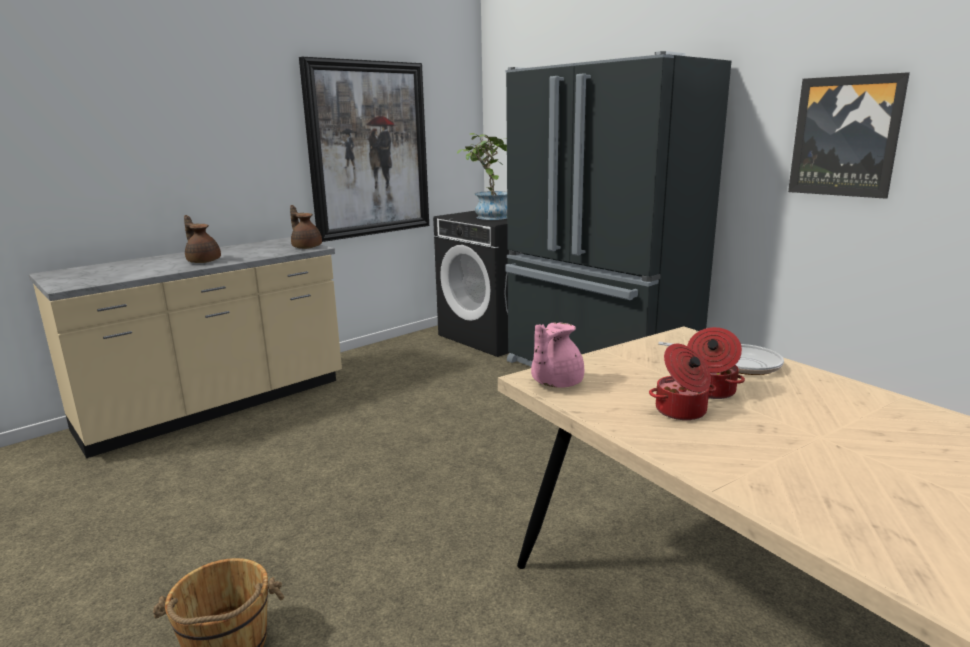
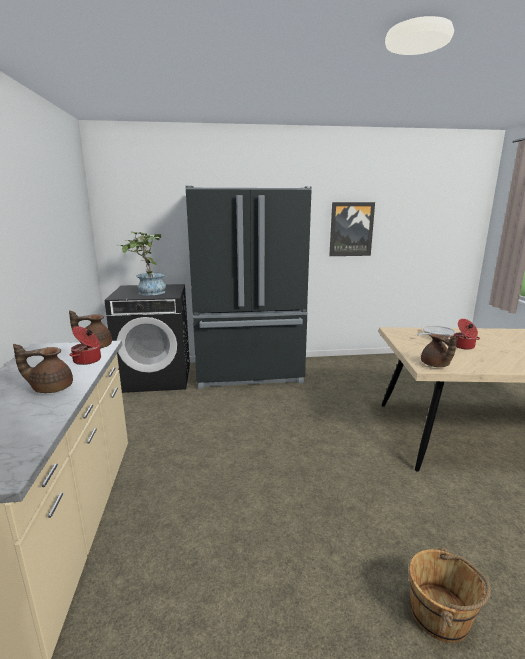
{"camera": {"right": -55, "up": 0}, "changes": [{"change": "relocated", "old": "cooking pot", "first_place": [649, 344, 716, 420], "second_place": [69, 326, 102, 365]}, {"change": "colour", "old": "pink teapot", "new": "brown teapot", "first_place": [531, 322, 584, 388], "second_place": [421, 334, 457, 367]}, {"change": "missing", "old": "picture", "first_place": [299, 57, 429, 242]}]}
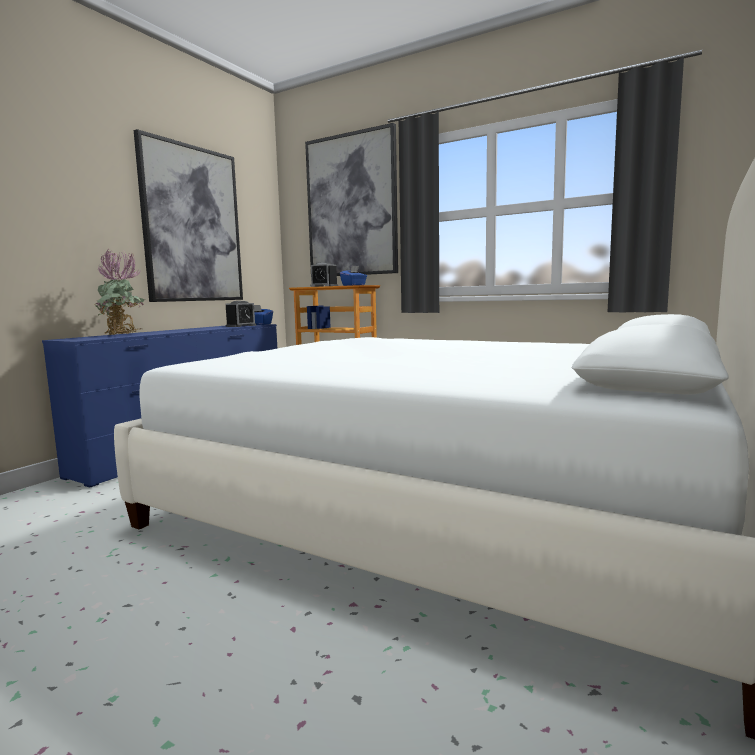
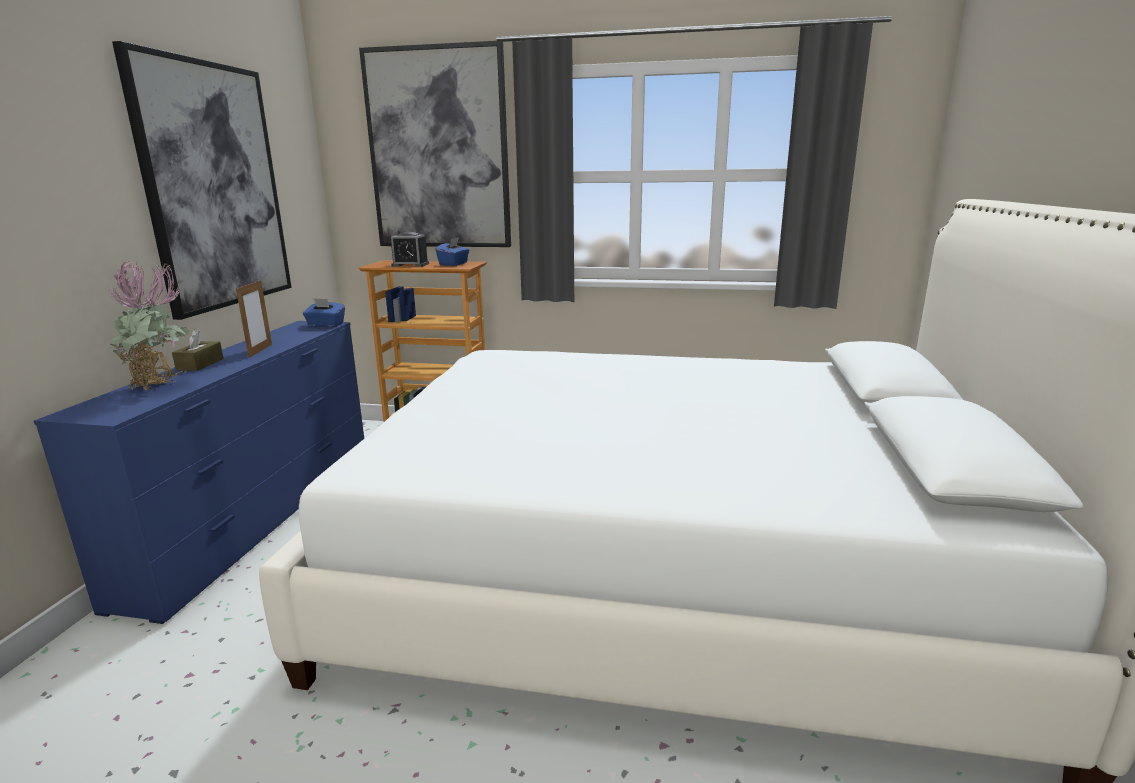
{"camera": {"right": -20, "up": 10}, "changes": [{"change": "appeared", "new": "brown tissue box", "second_place": [172, 329, 224, 371]}, {"change": "appeared", "new": "picture frame", "second_place": [236, 280, 272, 358]}, {"change": "missing", "old": "alarm clock", "first_place": [226, 301, 256, 327]}]}
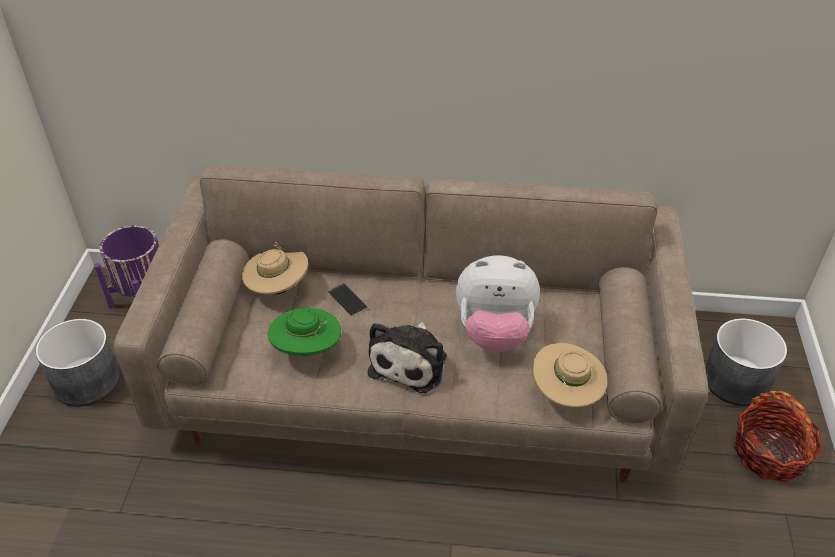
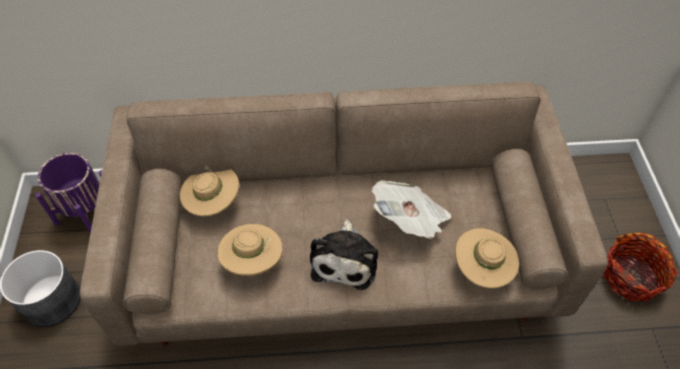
{"camera": {"right": -10, "up": 10}, "changes": [{"change": "colour", "old": "green hat", "new": "beige hat", "first_place": [268, 307, 341, 356], "second_place": [217, 224, 283, 276]}, {"change": "exchanged", "old": "plush toy", "new": "newspaper", "first_place": [456, 255, 540, 352], "second_place": [372, 180, 451, 239]}, {"change": "missing", "old": "phone", "first_place": [328, 283, 367, 316]}, {"change": "missing", "old": "grey planter", "first_place": [705, 318, 787, 406]}]}
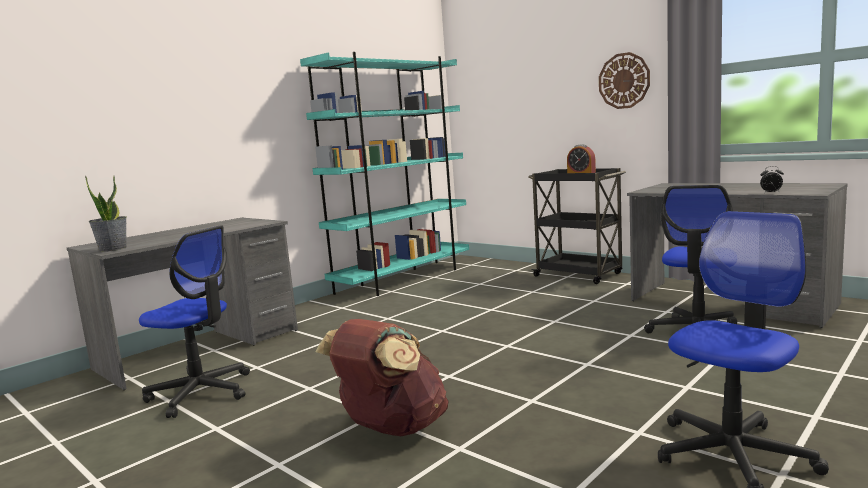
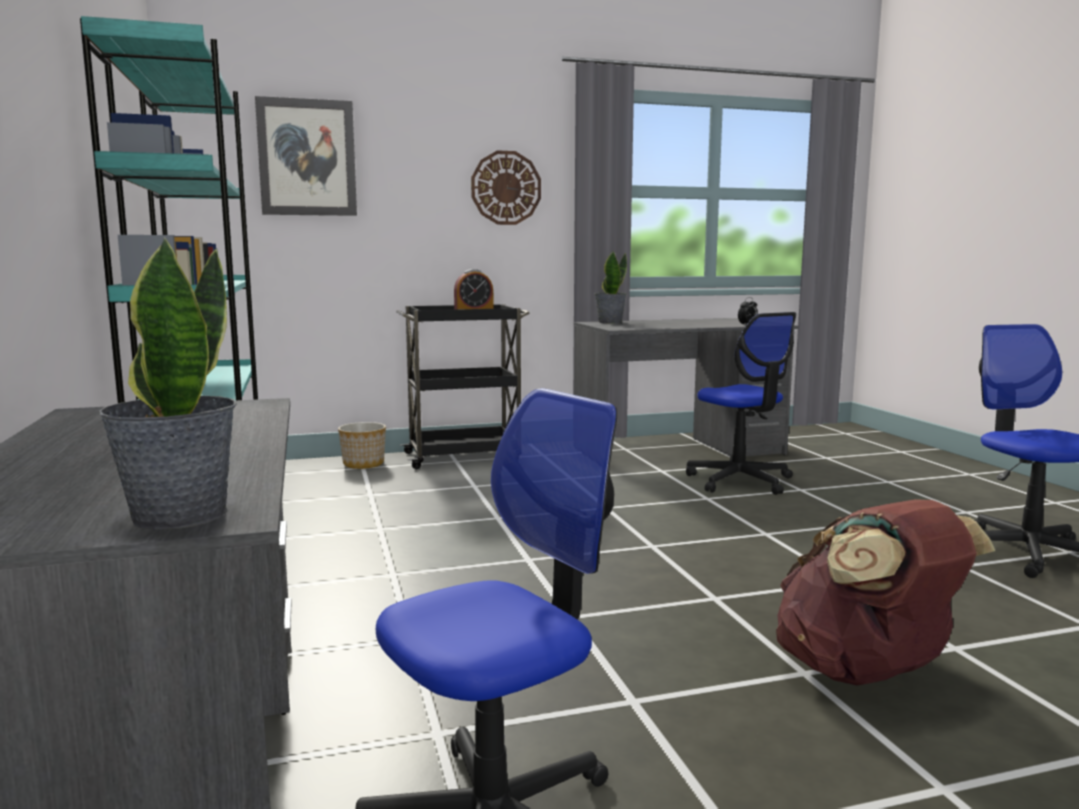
{"camera": {"right": -60, "up": 0}, "changes": [{"change": "appeared", "new": "picture", "second_place": [255, 96, 357, 216]}, {"change": "appeared", "new": "planter", "second_place": [338, 422, 386, 469]}, {"change": "appeared", "new": "potted plant", "second_place": [594, 251, 627, 324]}]}
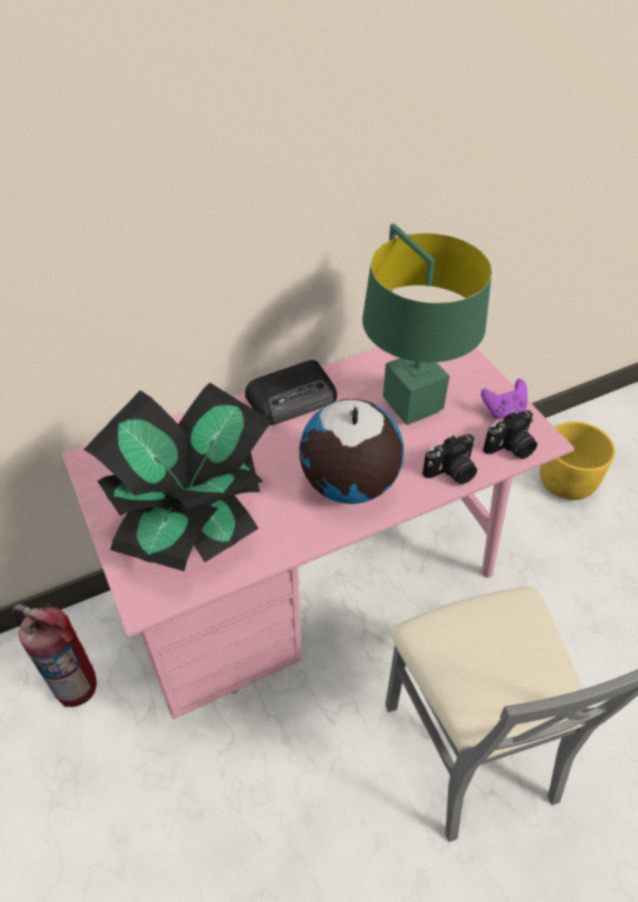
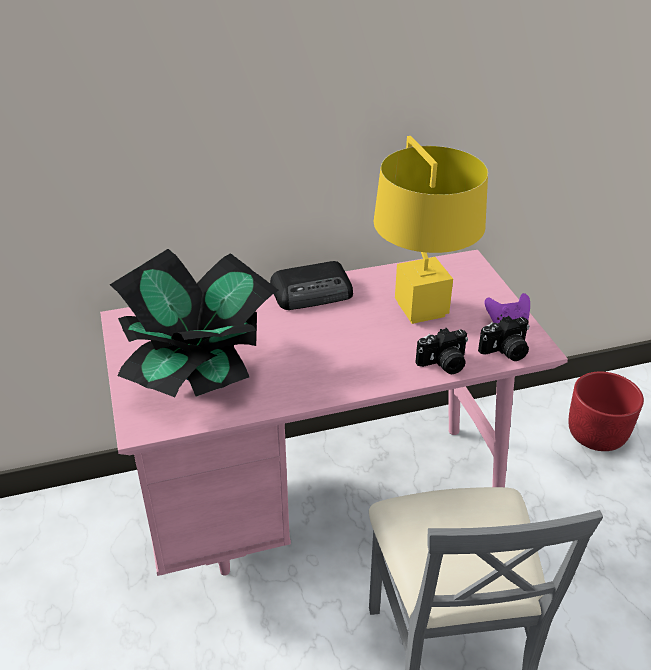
{"camera": {"right": 10, "up": -10}, "changes": [{"change": "colour", "old": "green table lamp", "new": "yellow table lamp", "first_place": [362, 223, 492, 425], "second_place": [374, 136, 488, 324]}, {"change": "colour", "old": "yellow planter", "new": "red planter", "first_place": [539, 421, 615, 500], "second_place": [568, 372, 644, 451]}, {"change": "missing", "old": "fire extinguisher", "first_place": [12, 604, 97, 707]}, {"change": "missing", "old": "globe", "first_place": [299, 399, 404, 504]}]}
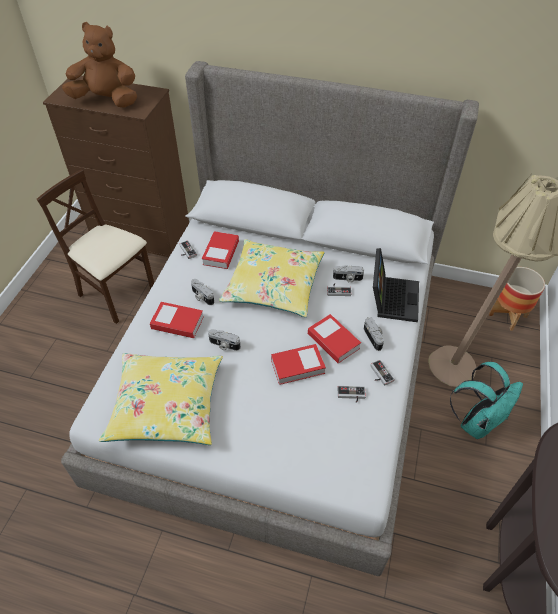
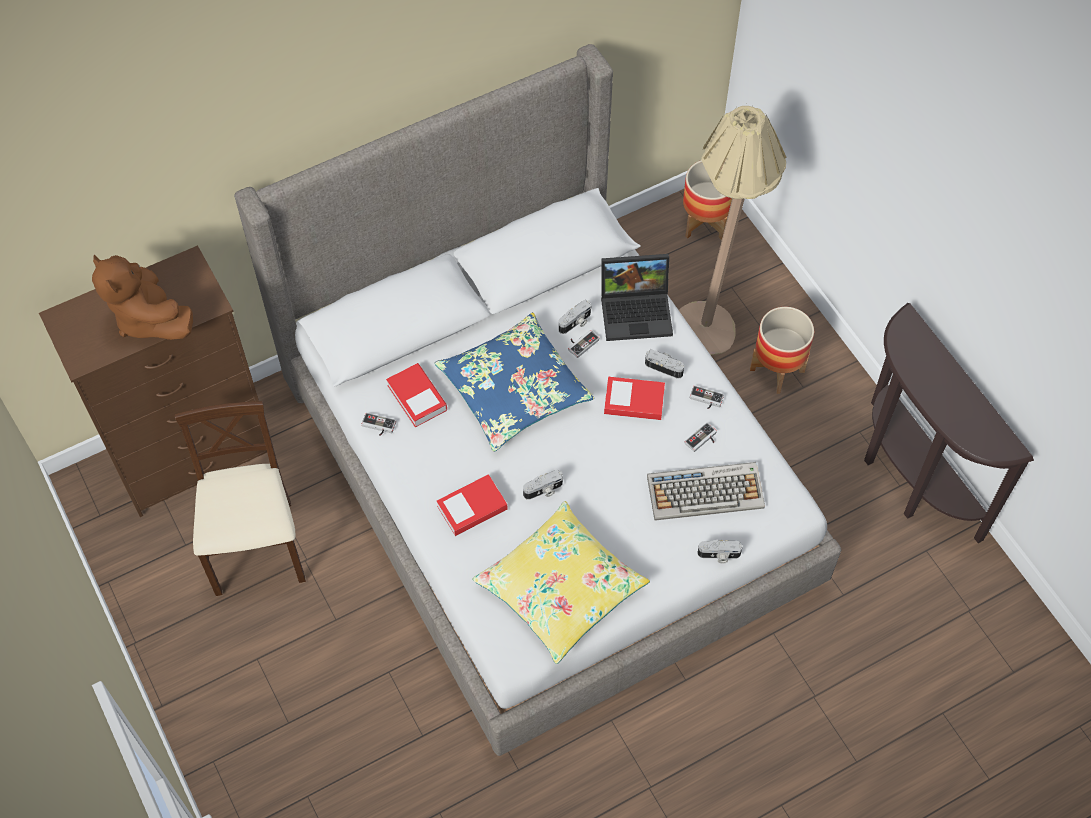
{"camera": {"right": -45, "up": 10}, "changes": [{"change": "spun", "old": "brown plush toy", "first_place": [62, 22, 137, 107], "second_place": [92, 255, 193, 340], "degrees": -90}, {"change": "spun", "old": "beige chair", "first_place": [37, 169, 154, 324], "second_place": [175, 401, 306, 596], "degrees": 90}, {"change": "colour", "old": "yellow pillow", "new": "blue pillow", "first_place": [219, 239, 325, 317], "second_place": [434, 312, 594, 452]}, {"change": "spun", "old": "laptop", "first_place": [373, 248, 419, 322], "second_place": [601, 254, 673, 341], "degrees": 120}, {"change": "appeared", "new": "keyboard", "second_place": [647, 462, 765, 521]}, {"change": "relocated", "old": "photo camera", "first_place": [191, 279, 214, 305], "second_place": [697, 539, 743, 563]}, {"change": "exchanged", "old": "turquoise backpack", "new": "planter", "first_place": [450, 362, 523, 439], "second_place": [750, 307, 814, 394]}, {"change": "missing", "old": "book", "first_place": [271, 344, 326, 385]}]}
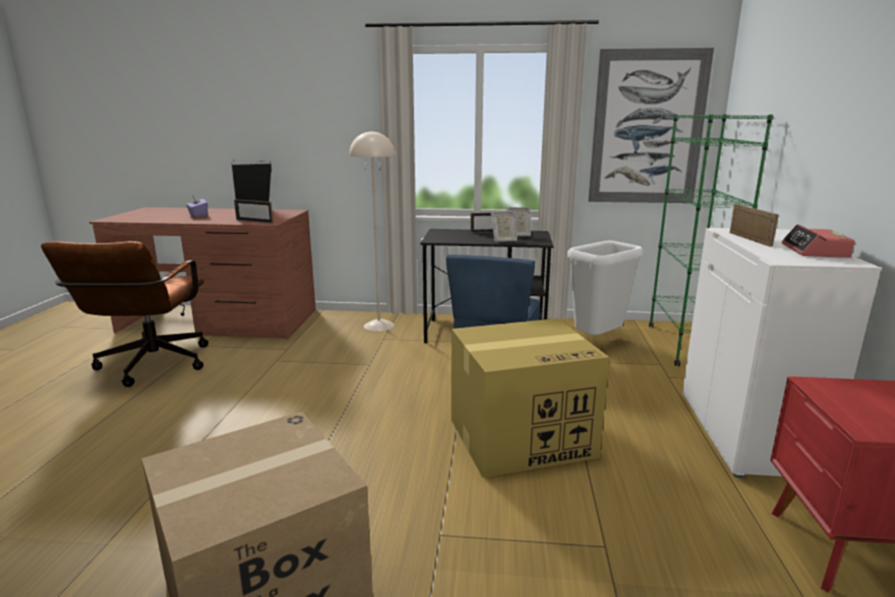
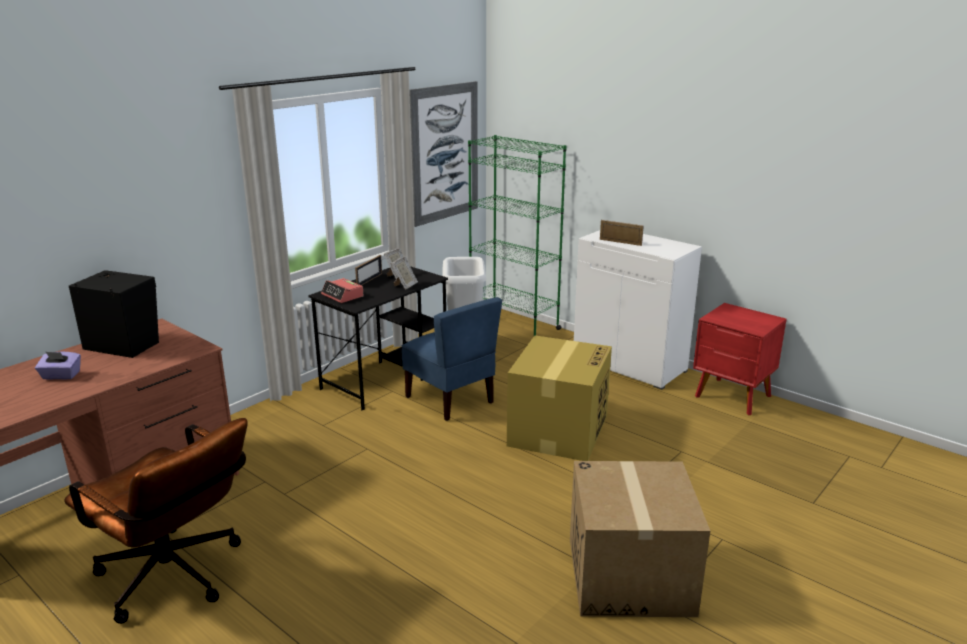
{"camera": {"right": -55, "up": 5}, "changes": [{"change": "relocated", "old": "alarm clock", "first_place": [782, 224, 855, 258], "second_place": [321, 278, 364, 303]}, {"change": "missing", "old": "picture frame", "first_place": [234, 199, 273, 223]}, {"change": "missing", "old": "beige floor lamp", "first_place": [349, 130, 395, 331]}]}
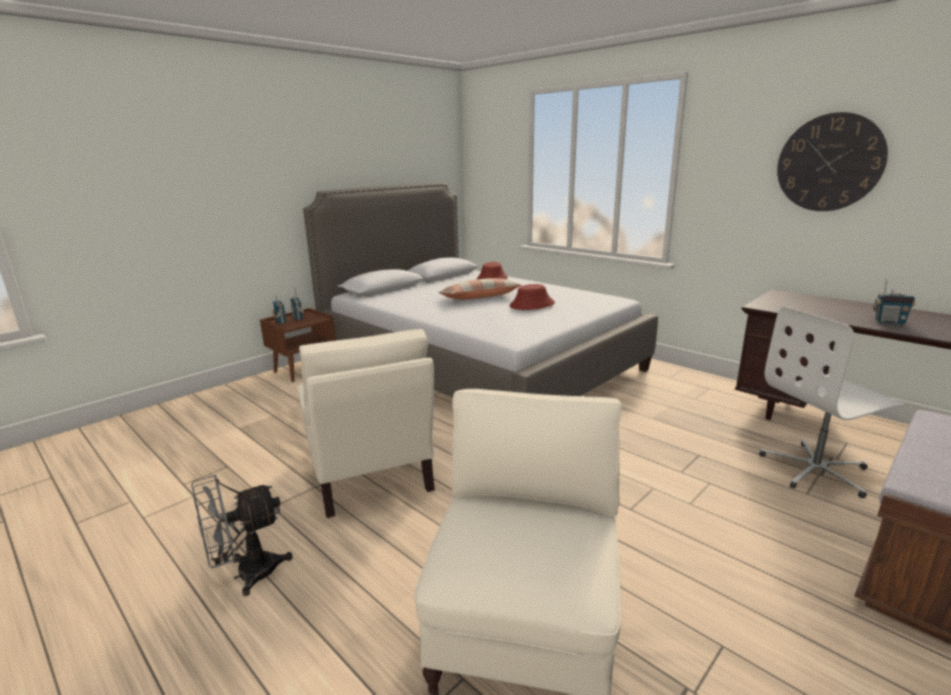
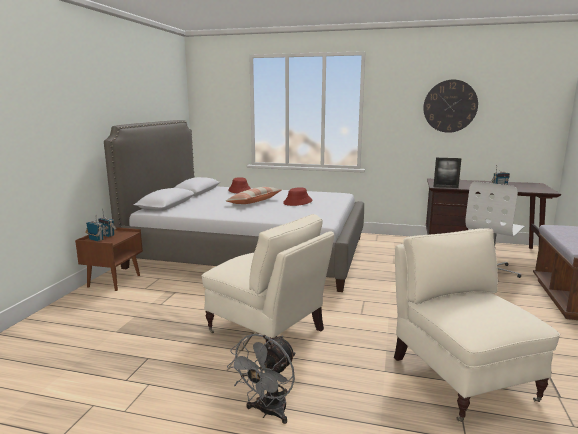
{"camera": {"right": -30, "up": -5}, "changes": [{"change": "appeared", "new": "picture frame", "second_place": [434, 158, 462, 188]}]}
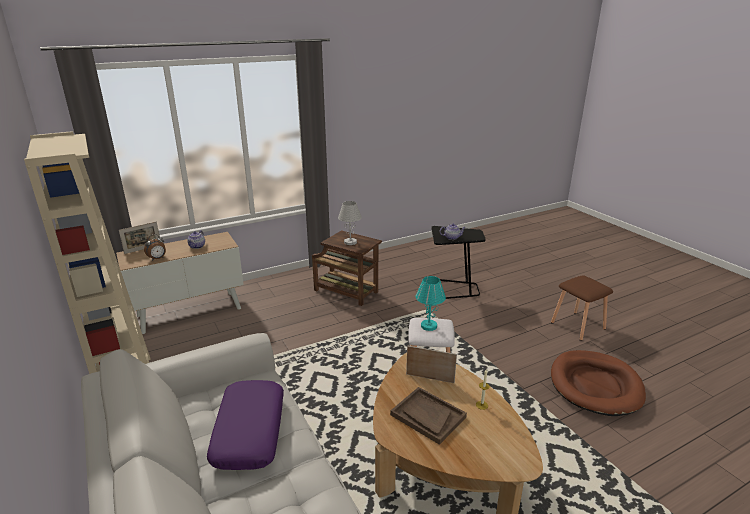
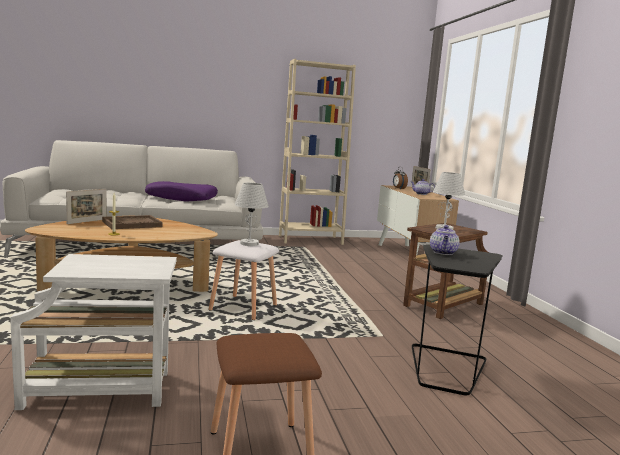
{"camera": {"right": 105, "up": -15}, "changes": [{"change": "exchanged", "old": "brown dog bed", "new": "white side table", "first_place": [551, 350, 646, 416], "second_place": [10, 254, 177, 410]}, {"change": "relocated", "old": "picture frame", "first_place": [406, 346, 457, 383], "second_place": [66, 189, 106, 224]}, {"change": "colour", "old": "turquoise table lamp", "new": "white table lamp", "first_place": [416, 276, 446, 331], "second_place": [234, 183, 269, 246]}]}
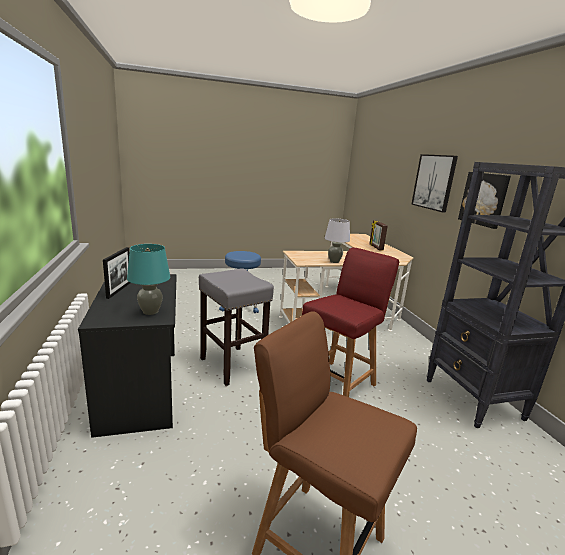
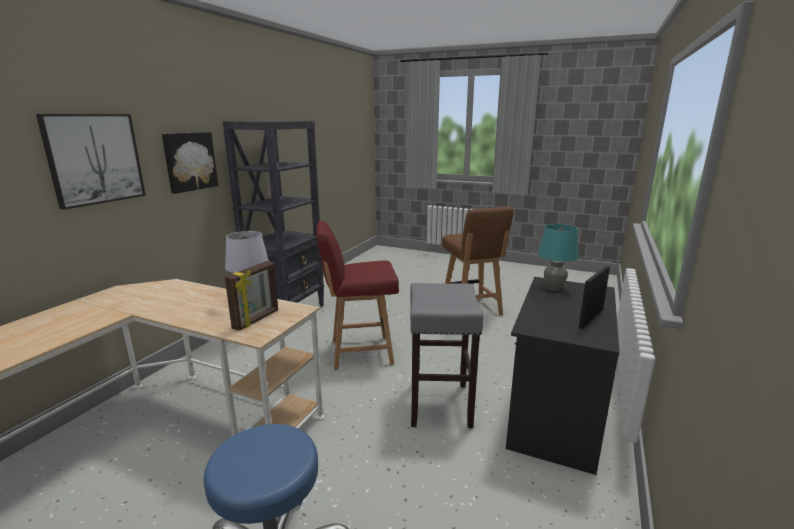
{"camera": {"right": -140, "up": 0}, "changes": [{"change": "relocated", "old": "picture frame", "first_place": [370, 221, 388, 251], "second_place": [225, 261, 278, 331]}]}
